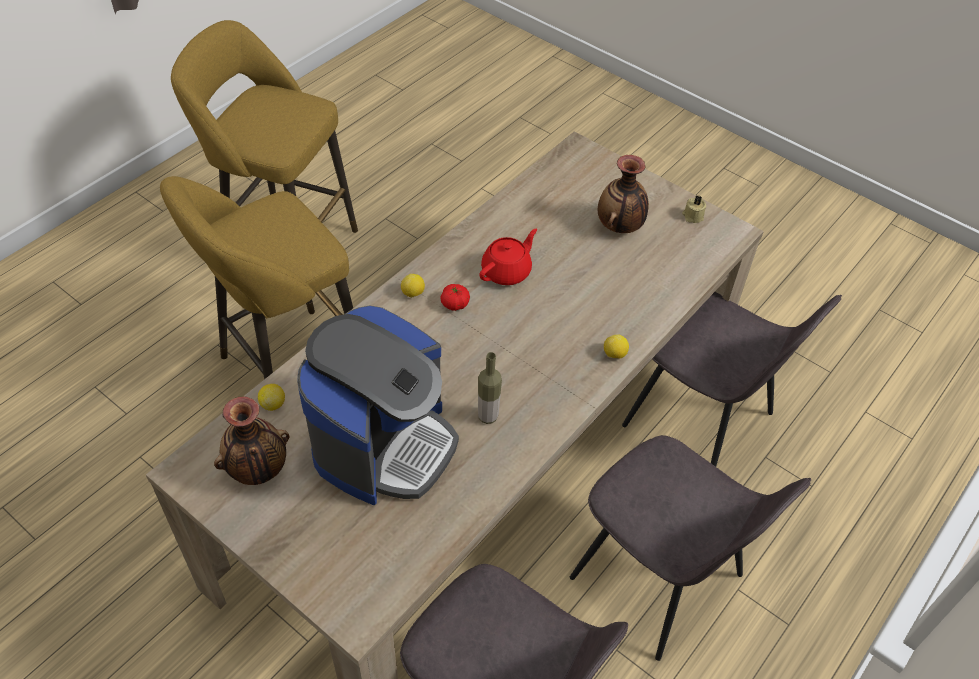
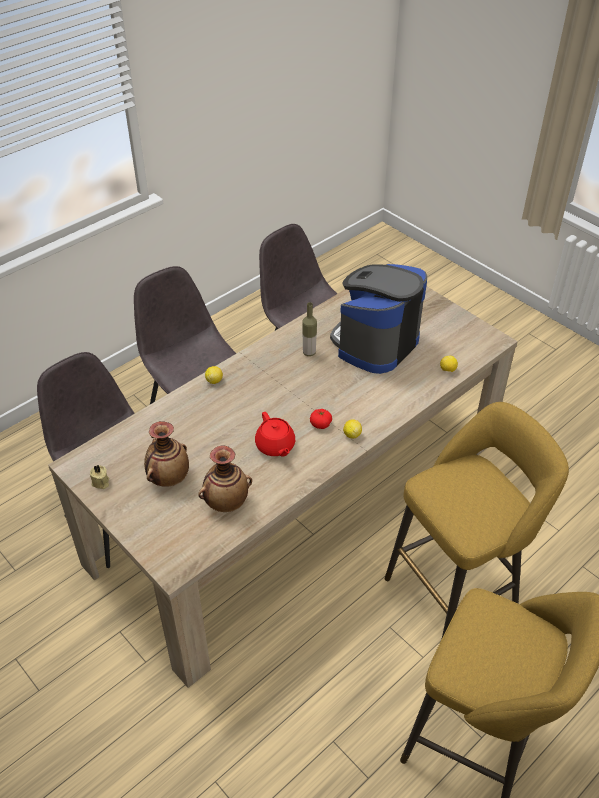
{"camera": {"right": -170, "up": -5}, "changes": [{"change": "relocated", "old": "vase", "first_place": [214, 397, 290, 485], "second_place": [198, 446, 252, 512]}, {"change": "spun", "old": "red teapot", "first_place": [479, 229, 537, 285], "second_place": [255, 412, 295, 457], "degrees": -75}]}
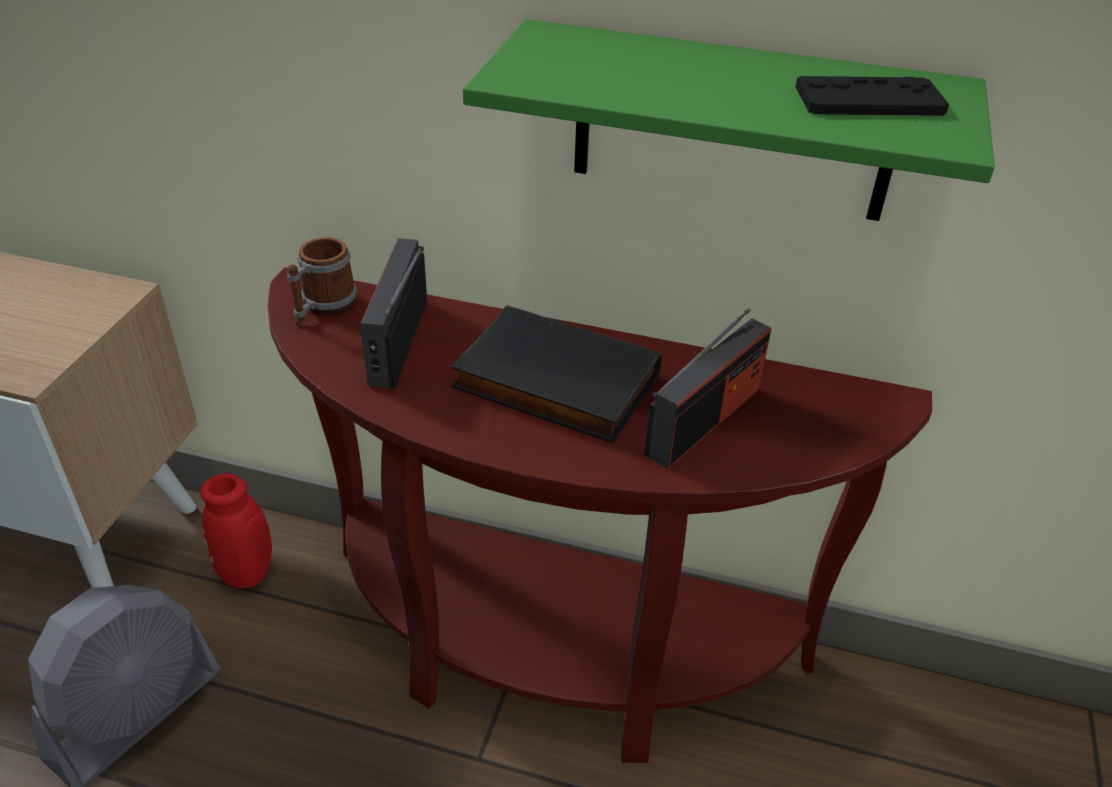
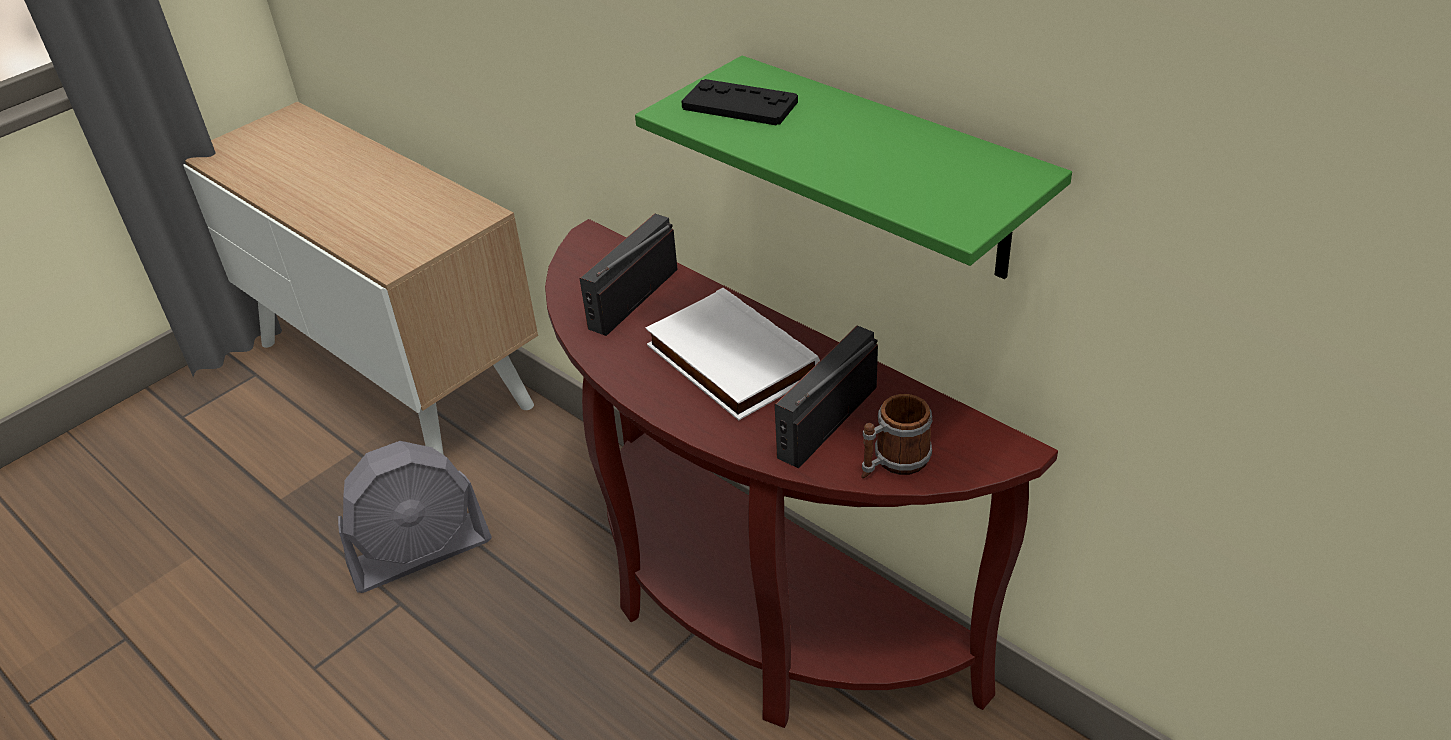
{"camera": {"right": 30, "up": 0}, "changes": [{"change": "colour", "old": "black book", "new": "white book", "first_place": [451, 306, 662, 443], "second_place": [646, 288, 820, 420]}, {"change": "relocated", "old": "black game controller", "first_place": [796, 76, 949, 116], "second_place": [681, 79, 798, 126]}, {"change": "spun", "old": "radio", "first_place": [644, 308, 771, 469], "second_place": [775, 325, 878, 469], "degrees": 150}, {"change": "relocated", "old": "mug", "first_place": [287, 237, 357, 325], "second_place": [861, 394, 932, 478]}, {"change": "missing", "old": "red vase", "first_place": [200, 473, 272, 588]}]}
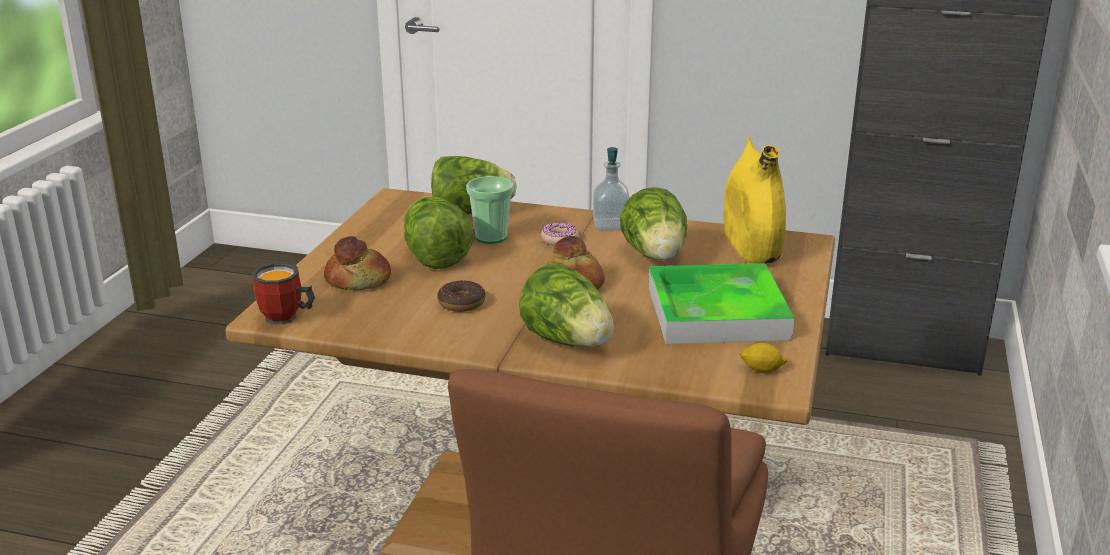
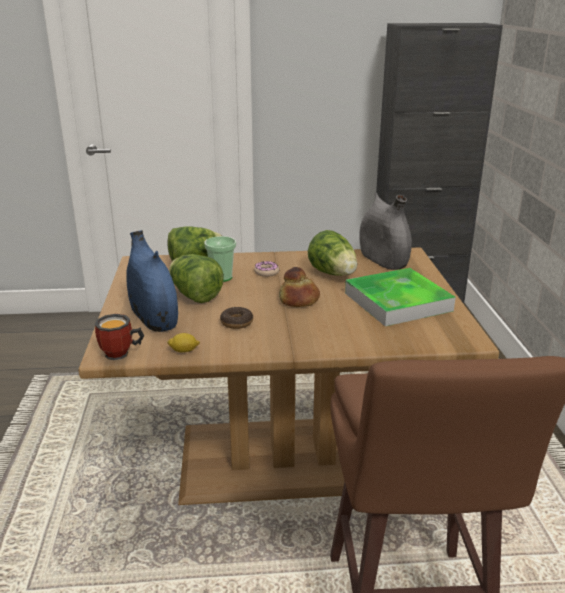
{"camera": {"right": -20, "up": 0}, "changes": [{"change": "exchanged", "old": "bread", "new": "blue vase", "first_place": [324, 236, 391, 290], "second_place": [126, 230, 178, 332]}, {"change": "relocated", "old": "lemon", "first_place": [739, 343, 787, 372], "second_place": [167, 333, 200, 352]}, {"change": "colour", "old": "yellow vase", "new": "grey vase", "first_place": [724, 137, 786, 264], "second_place": [359, 192, 412, 270]}, {"change": "missing", "old": "lettuce", "first_place": [519, 263, 614, 347]}, {"change": "missing", "old": "soap dispenser", "first_place": [593, 147, 629, 231]}]}
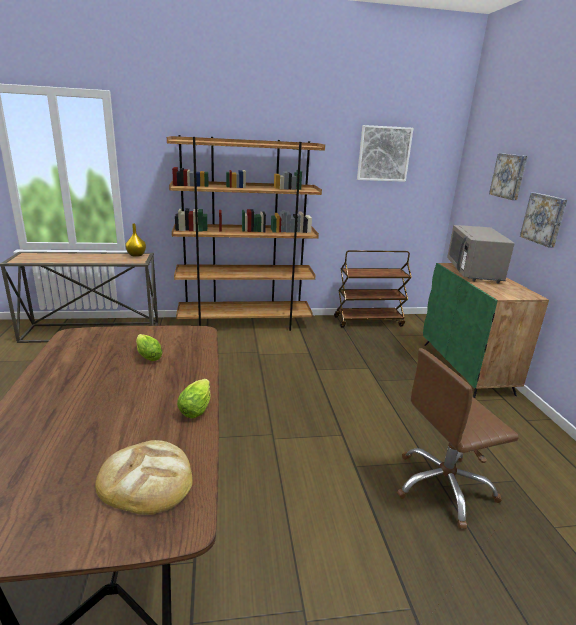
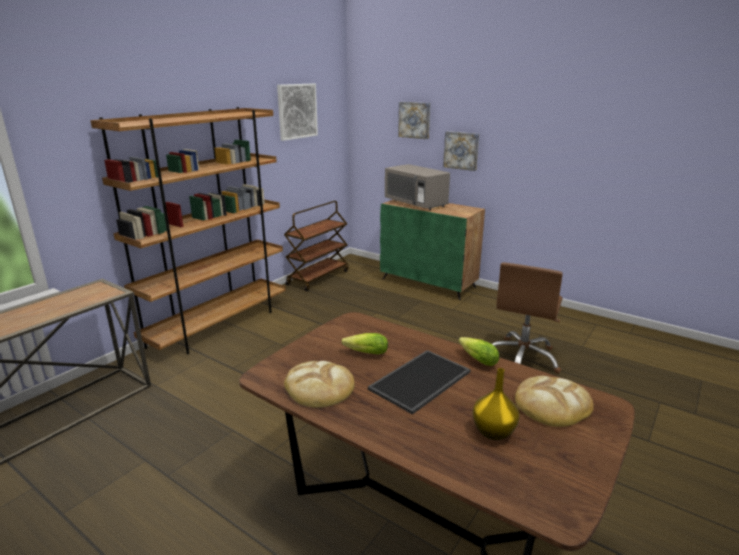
{"camera": {"right": -45, "up": 0}, "changes": [{"change": "appeared", "new": "bread", "second_place": [284, 361, 355, 408]}, {"change": "appeared", "new": "tray", "second_place": [368, 350, 471, 415]}, {"change": "relocated", "old": "yellow vase", "first_place": [125, 224, 146, 257], "second_place": [473, 368, 520, 440]}]}
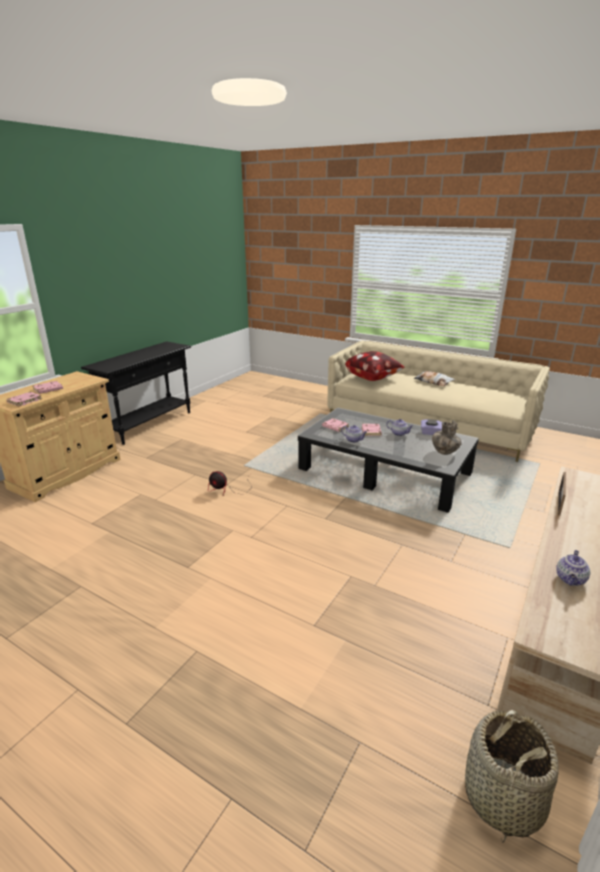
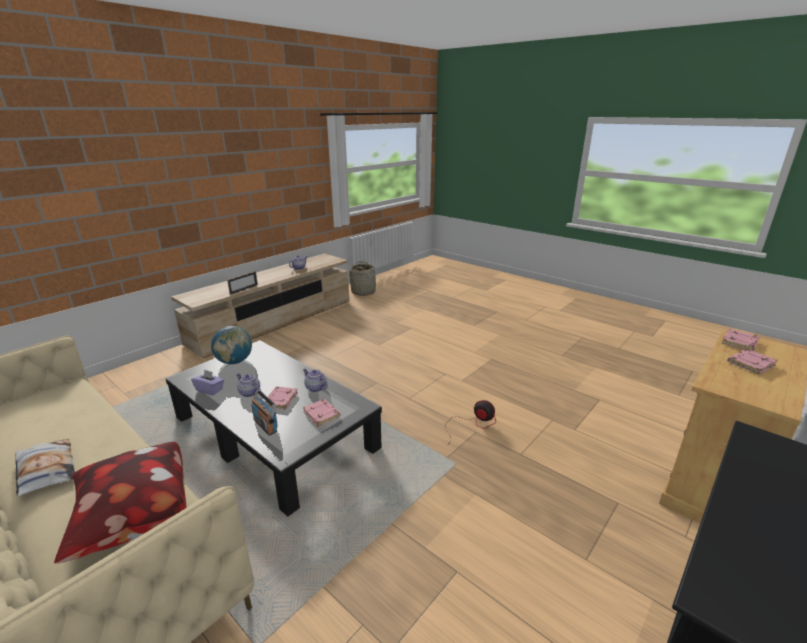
{"camera": {"right": -170, "up": 0}, "changes": [{"change": "exchanged", "old": "vase", "new": "globe", "first_place": [432, 420, 462, 455], "second_place": [211, 326, 252, 364]}, {"change": "appeared", "new": "radio", "second_place": [251, 390, 278, 436]}]}
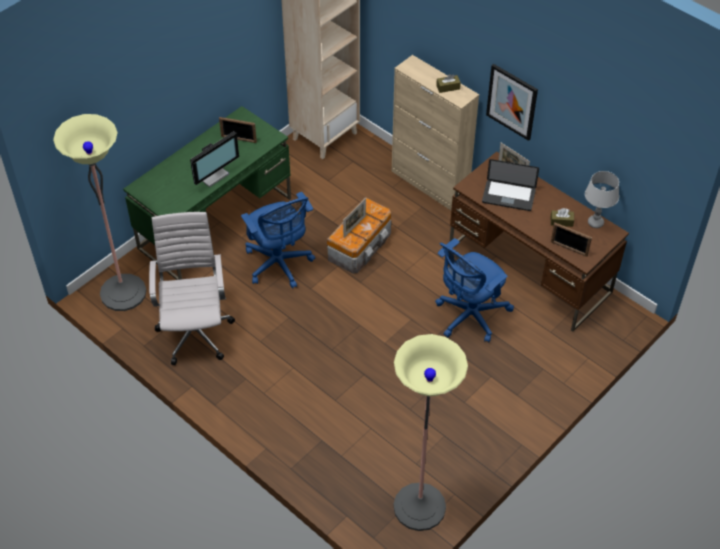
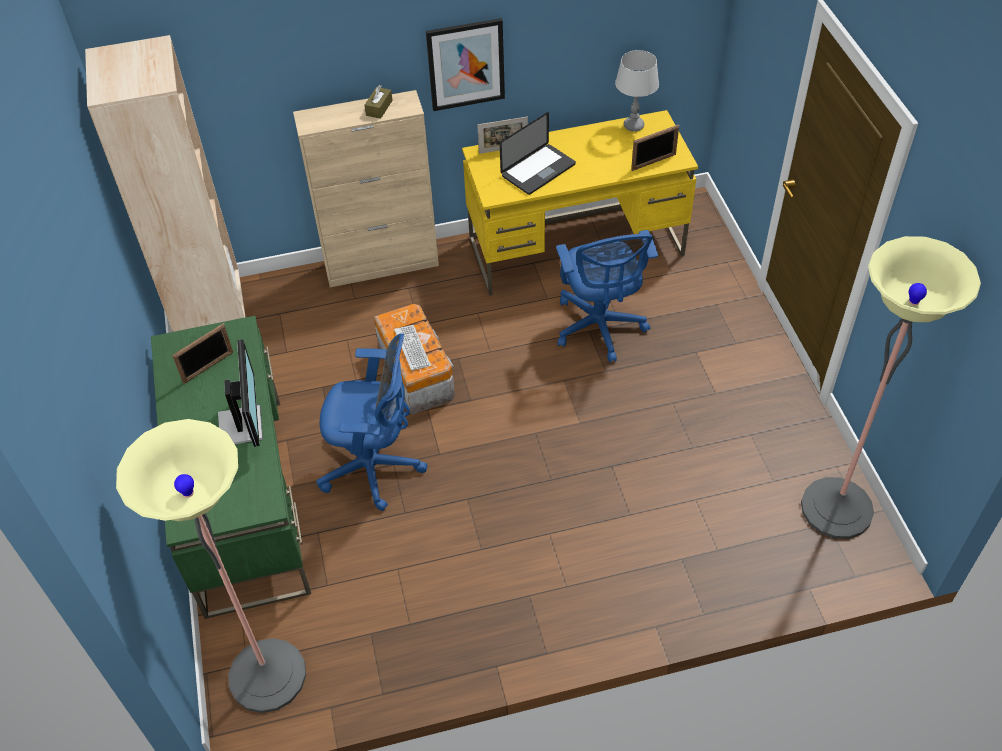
{"camera": {"right": -55, "up": 0}, "changes": [{"change": "exchanged", "old": "picture frame", "new": "keyboard", "first_place": [343, 198, 366, 238], "second_place": [394, 325, 431, 371]}, {"change": "colour", "old": "brown desk", "new": "yellow desk", "first_place": [450, 151, 629, 332], "second_place": [462, 110, 698, 296]}, {"change": "missing", "old": "white office chair", "first_place": [149, 212, 235, 365]}, {"change": "missing", "old": "brown tissue box", "first_place": [551, 208, 574, 227]}]}
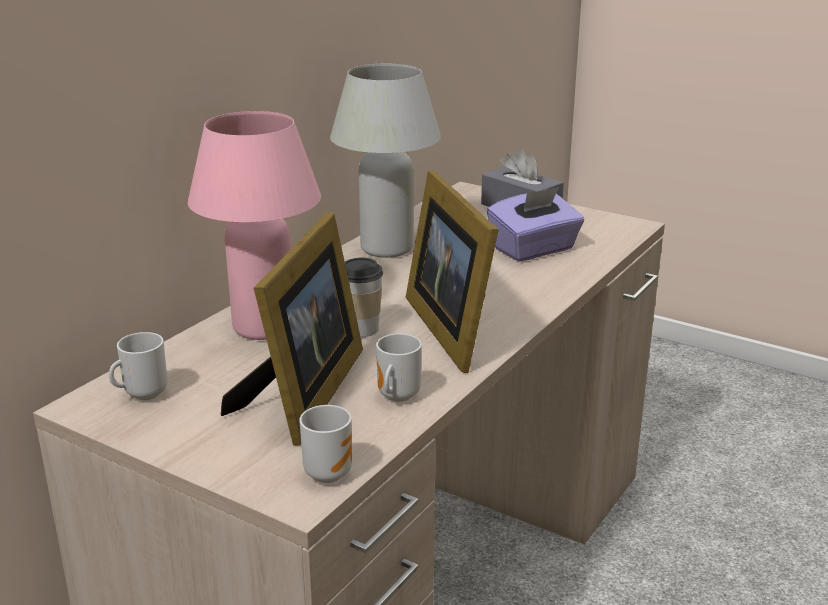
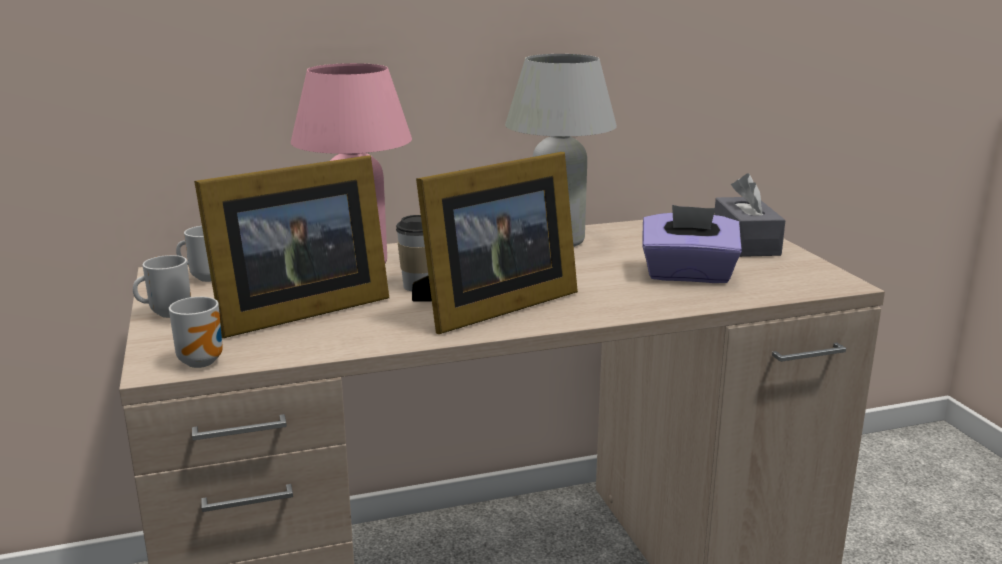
{"camera": {"right": 40, "up": -5}, "changes": [{"change": "relocated", "old": "mug", "first_place": [376, 334, 422, 402], "second_place": [133, 255, 191, 318]}, {"change": "spun", "old": "picture frame", "first_place": [406, 171, 499, 373], "second_place": [412, 152, 578, 334], "degrees": -150}]}
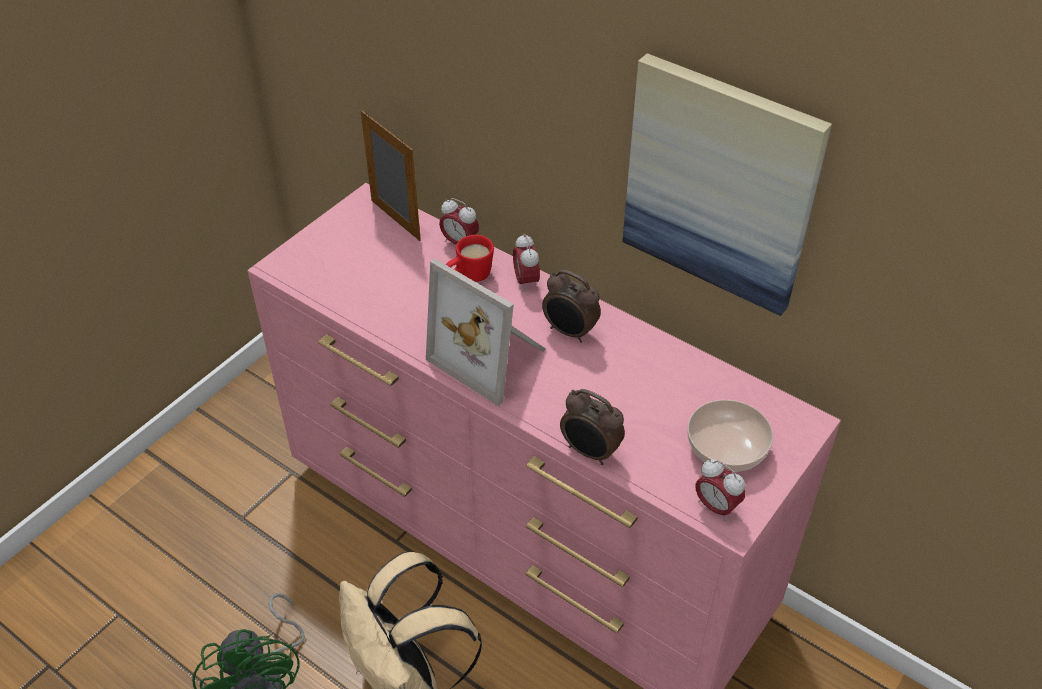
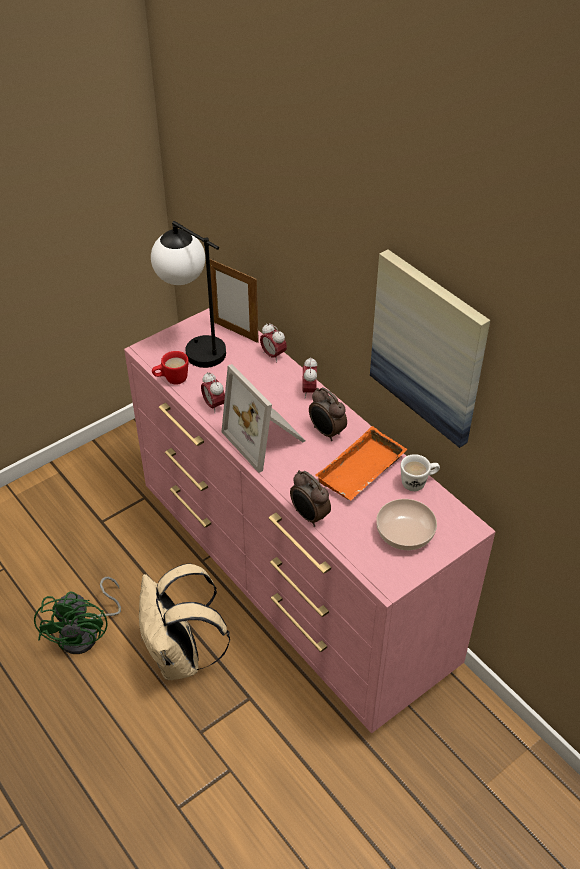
{"camera": {"right": 15, "up": 0}, "changes": [{"change": "appeared", "new": "table lamp", "second_place": [151, 221, 226, 368]}, {"change": "relocated", "old": "red mug", "first_place": [446, 235, 494, 282], "second_place": [152, 351, 189, 385]}, {"change": "relocated", "old": "alarm clock", "first_place": [695, 459, 745, 522], "second_place": [201, 372, 225, 411]}, {"change": "spun", "old": "picture frame", "first_place": [361, 110, 421, 241], "second_place": [210, 258, 259, 343], "degrees": 150}, {"change": "appeared", "new": "orange tray", "second_place": [316, 426, 407, 500]}, {"change": "appeared", "new": "white mug", "second_place": [401, 454, 440, 491]}]}
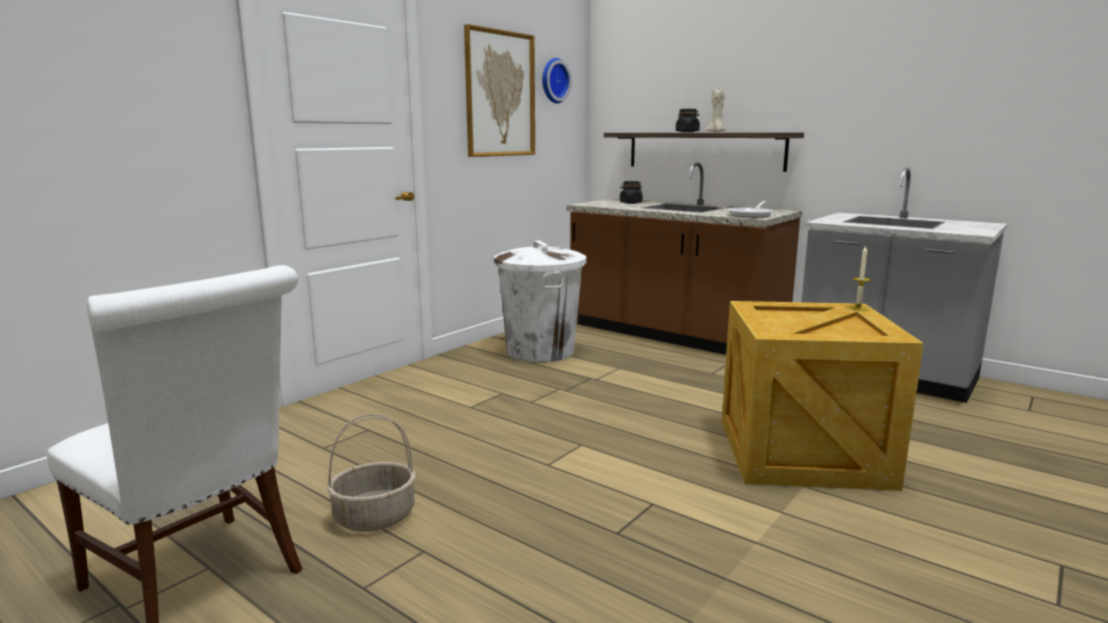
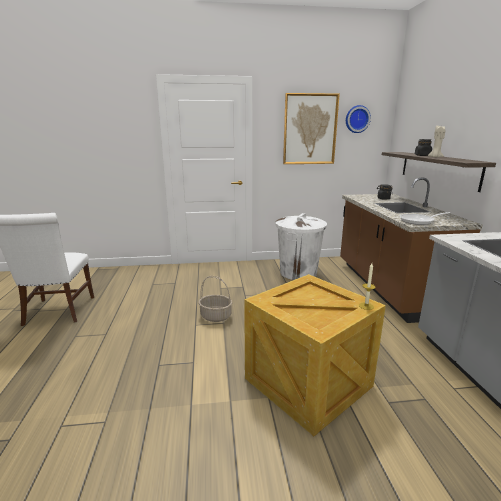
{"camera": {"right": 45, "up": 5}, "changes": [{"change": "relocated", "old": "basket", "first_place": [327, 414, 416, 532], "second_place": [198, 276, 232, 322]}]}
